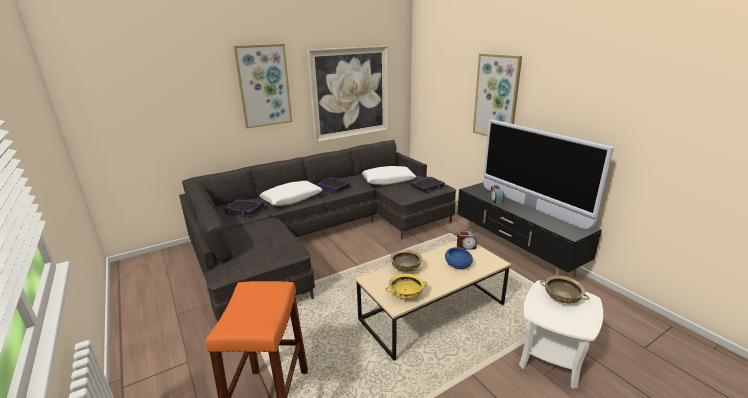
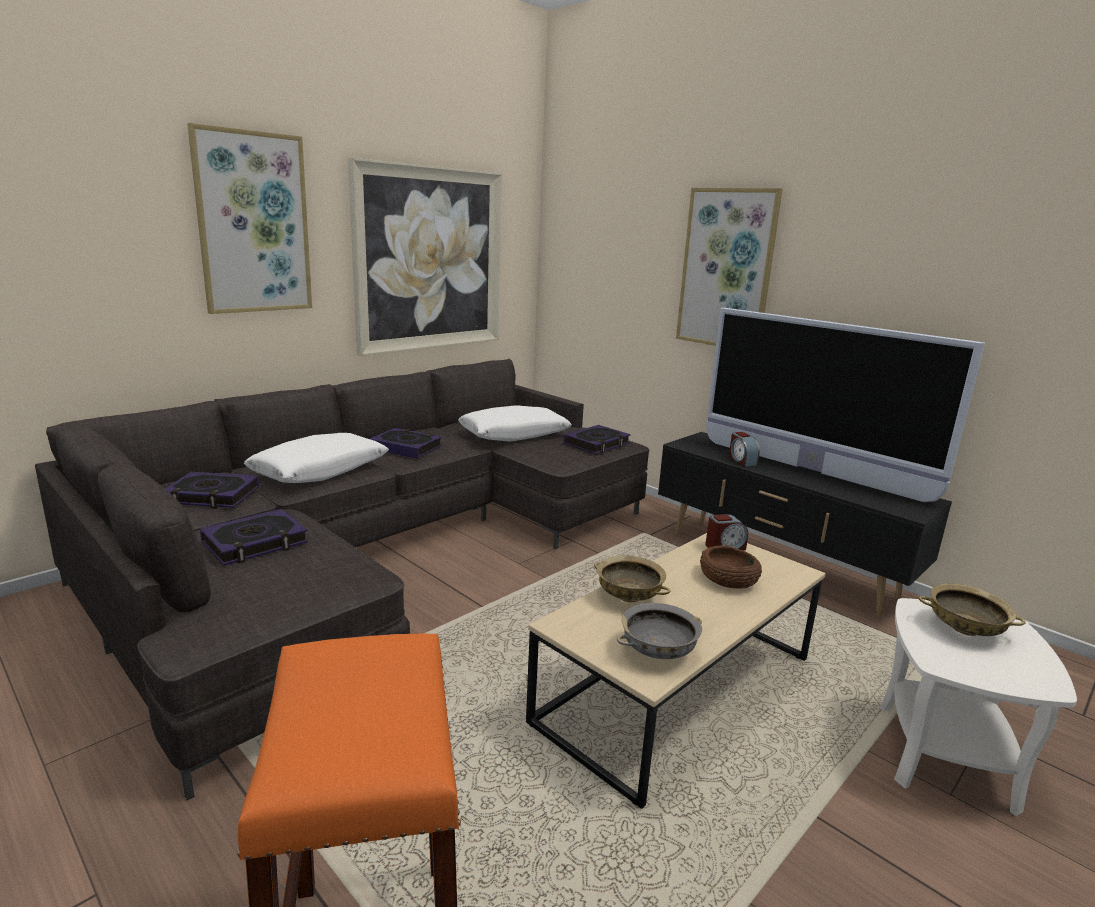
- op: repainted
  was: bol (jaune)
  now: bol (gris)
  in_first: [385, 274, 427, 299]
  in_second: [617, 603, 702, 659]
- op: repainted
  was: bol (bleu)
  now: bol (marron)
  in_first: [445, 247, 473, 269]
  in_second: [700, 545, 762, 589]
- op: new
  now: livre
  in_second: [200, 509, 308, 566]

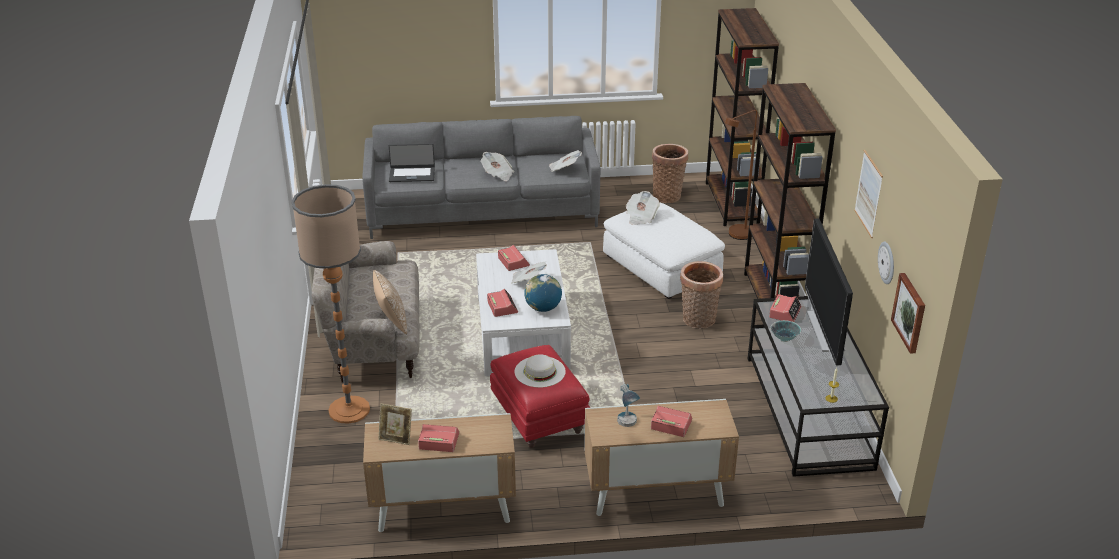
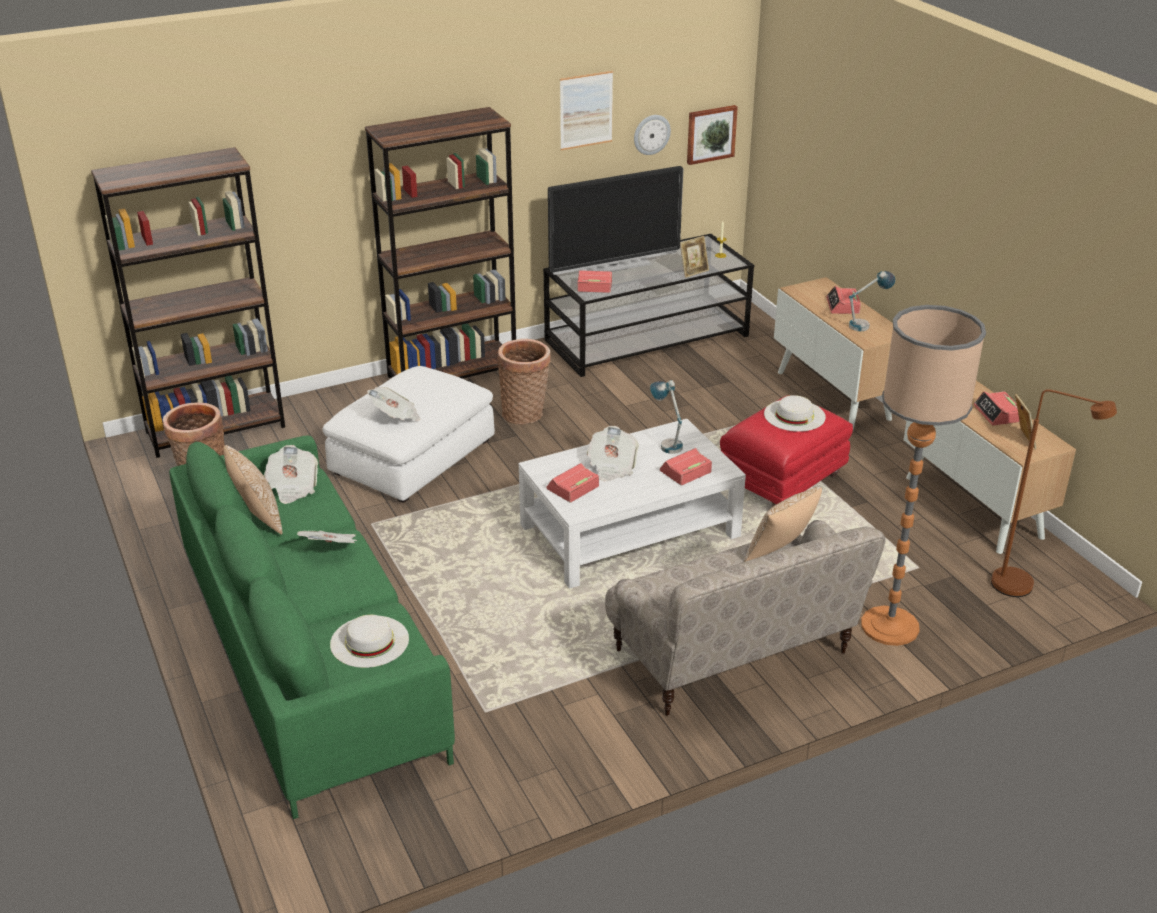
- op: repainted
  was: canapé (gris)
  now: canapé (vert)
  in_first: [362, 116, 600, 239]
  in_second: [169, 435, 455, 819]
- op: swapped
  was: ordinateur portable
  now: chapeau (blanc)
  in_first: [389, 144, 435, 182]
  in_second: [330, 615, 409, 668]
- op: swapped
  was: globe
  now: lampe de table
  in_first: [524, 274, 562, 312]
  in_second: [650, 380, 683, 454]
- op: shifted
  was: lampadaire (marron)
  in_first: [725, 110, 757, 240]
  in_second: [991, 389, 1117, 597]
- op: gone
  was: bol
  in_first: [770, 320, 801, 342]
- op: new
  now: coussin
  in_second: [224, 445, 283, 535]
- op: new
  now: cadre photo
  in_second: [680, 236, 709, 278]

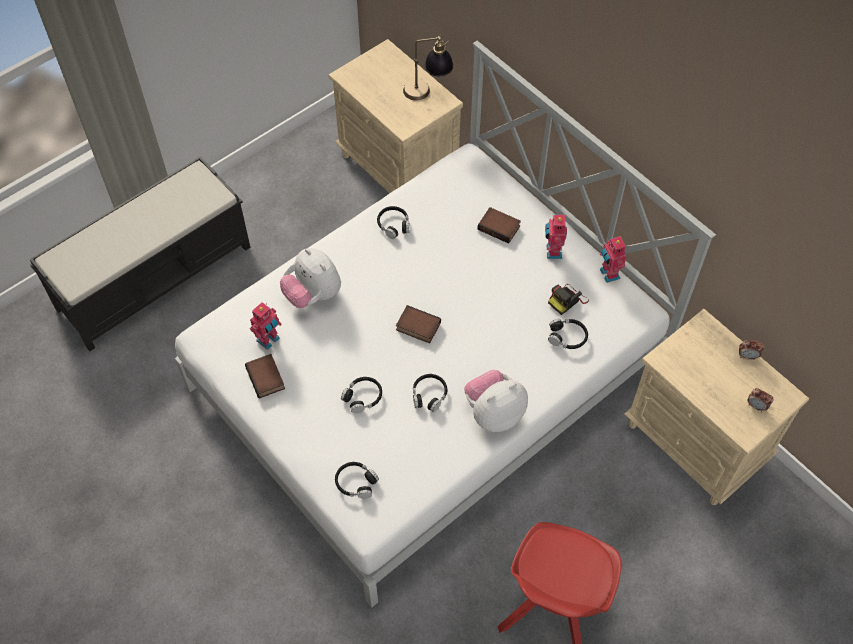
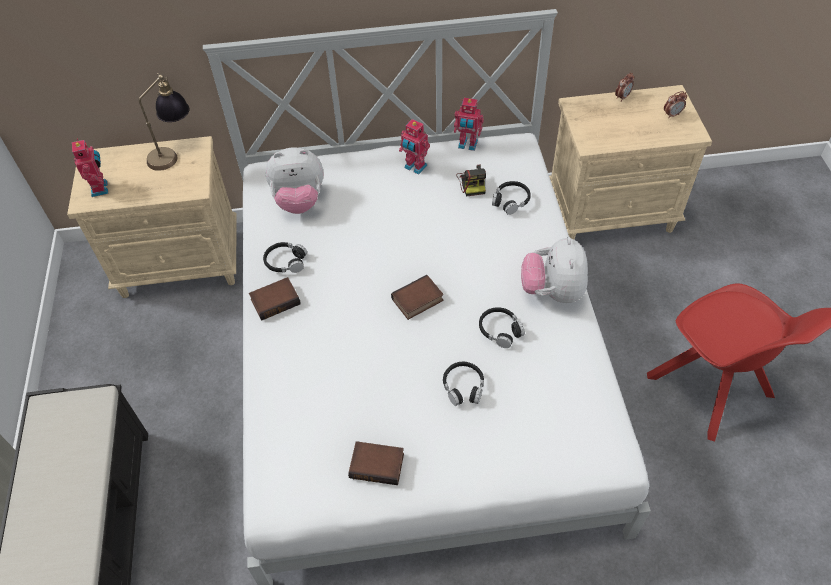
- op: shifted
  was: robot jouet
  in_first: [250, 302, 282, 350]
  in_second: [72, 139, 108, 197]
- op: shifted
  was: peluche
  in_first: [280, 248, 341, 308]
  in_second: [265, 147, 323, 214]
- op: gone
  was: casque audio (noir)
  in_first: [335, 462, 379, 499]
- op: shifted
  was: livre
  in_first: [477, 207, 521, 244]
  in_second: [249, 277, 301, 321]

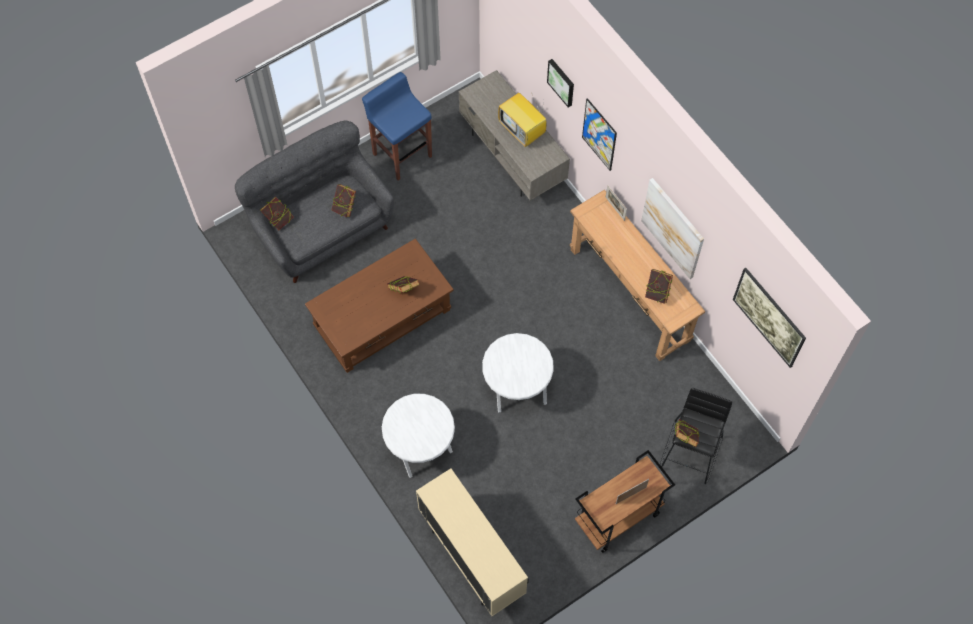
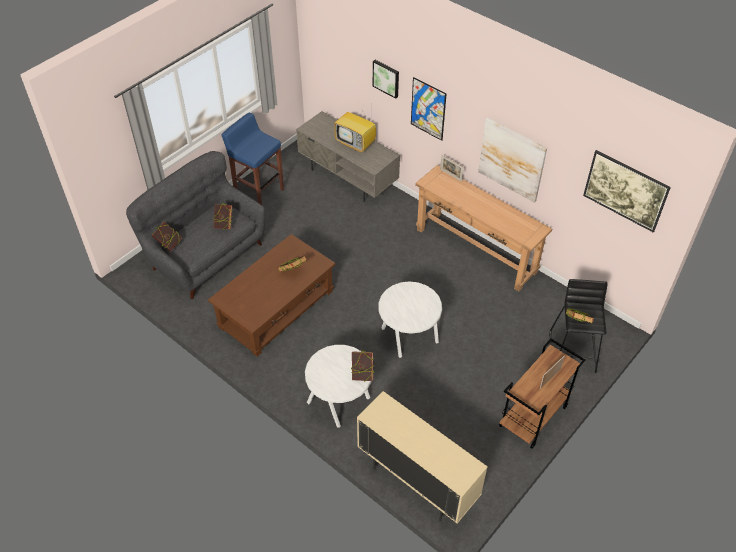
- op: shifted
  was: livre
  in_first: [645, 269, 673, 303]
  in_second: [351, 350, 374, 382]

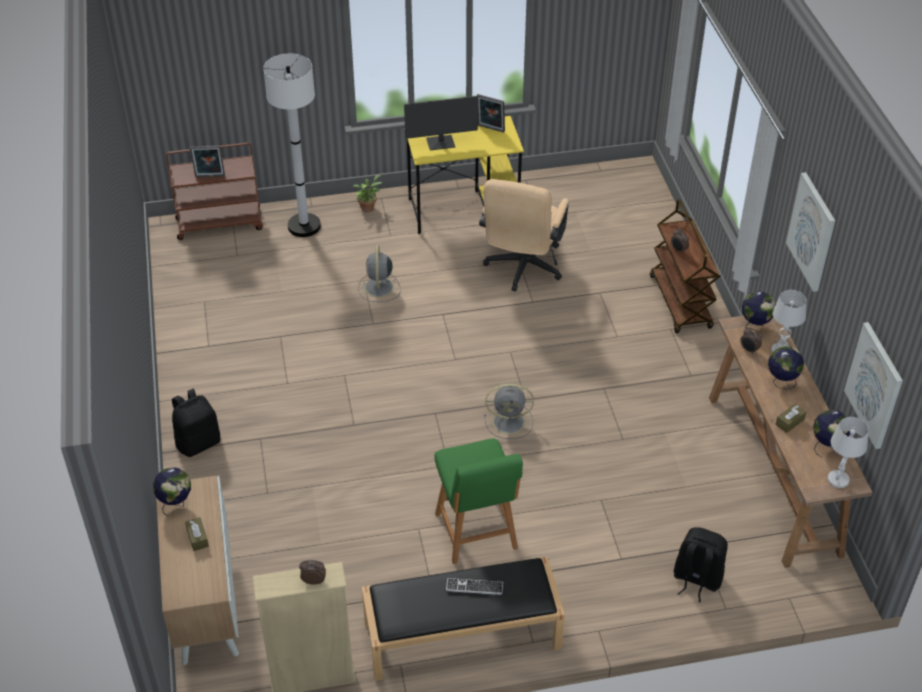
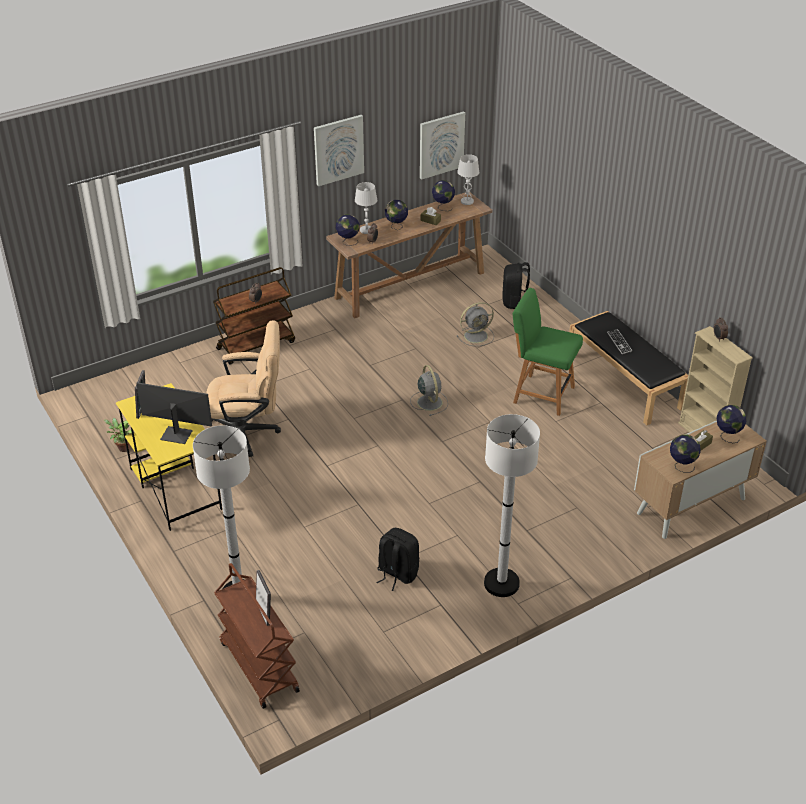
- op: shifted
  was: sac à dos (noir)
  in_first: [172, 389, 220, 457]
  in_second: [376, 528, 420, 591]
- op: shifted
  was: plante en pot
  in_first: [353, 175, 382, 213]
  in_second: [104, 418, 132, 452]
- op: shifted
  was: ventilateur (gris)
  in_first: [358, 245, 401, 302]
  in_second: [457, 302, 494, 346]
- op: rotated
  was: écran d'ordinateur
  in_first: [404, 96, 478, 151]
  in_second: [136, 382, 212, 444]
  clockwise: -45
- op: rotated
  was: chaise (vert)
  in_first: [435, 439, 523, 564]
  in_second: [513, 288, 583, 416]
  clockwise: -120
- op: new
  now: lampadaire (blanc)
  in_second: [484, 414, 540, 597]
- op: new
  now: globe
  in_second: [717, 405, 746, 443]

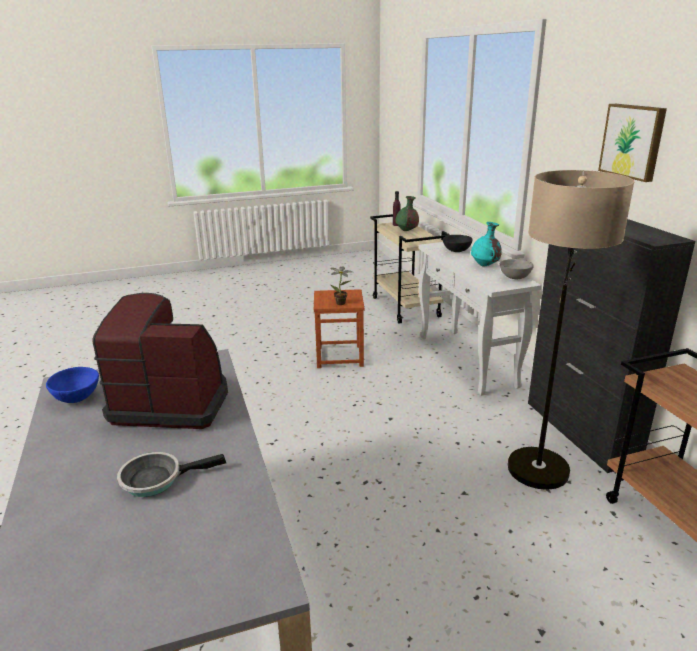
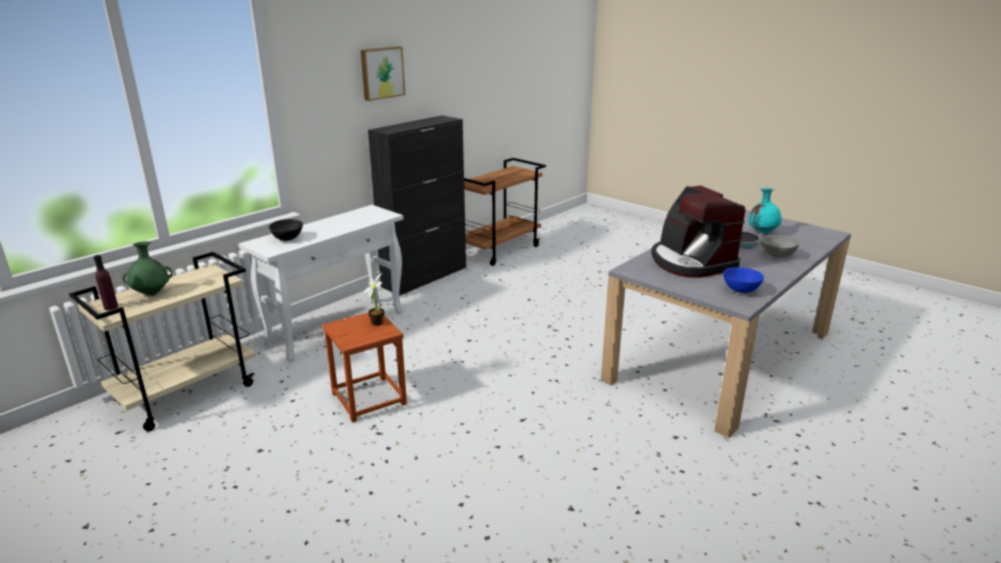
- op: shifted
  was: vase (turquoise)
  in_first: [471, 222, 502, 267]
  in_second: [749, 188, 782, 234]
- op: shifted
  was: bol (gris)
  in_first: [500, 259, 534, 279]
  in_second: [761, 235, 799, 257]
- op: gone
  was: lampadaire
  in_first: [508, 170, 634, 490]

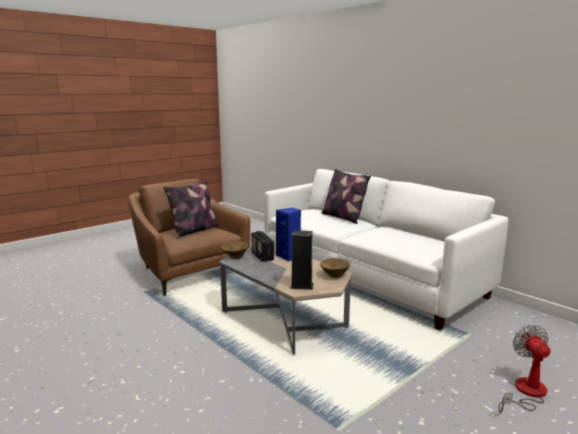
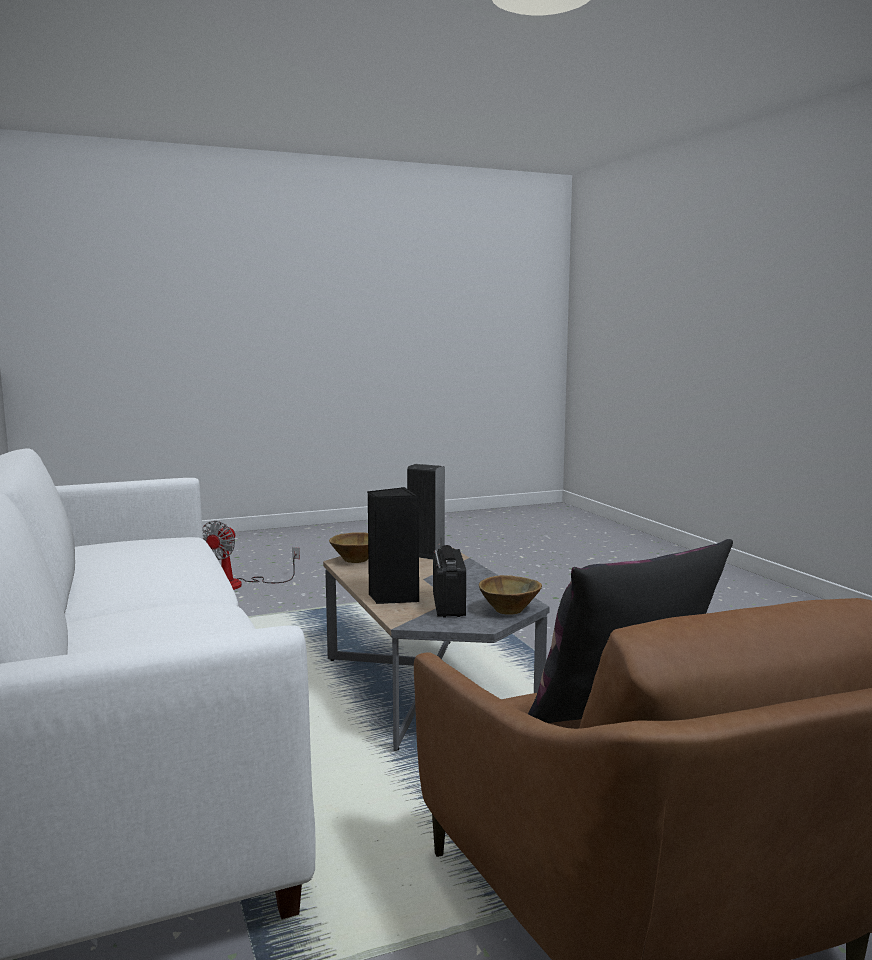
- op: repainted
  was: enceinte (bleu)
  now: enceinte (noir)
  in_first: [276, 208, 301, 261]
  in_second: [368, 487, 419, 604]
- op: gone
  was: coussin
  in_first: [322, 169, 371, 224]

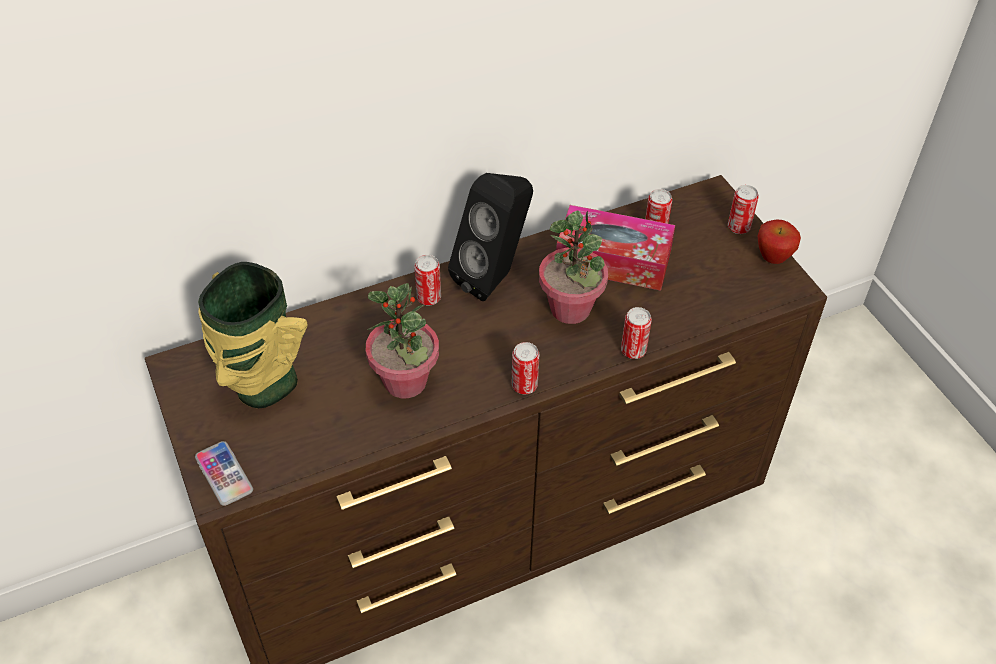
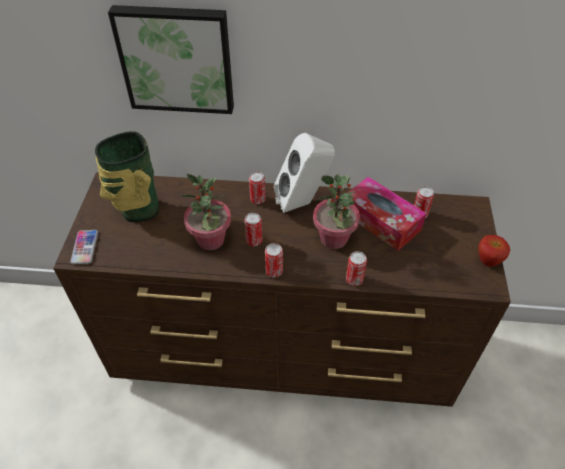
- op: repainted
  was: enceinte (noir)
  now: enceinte (blanc)
  in_first: [448, 173, 533, 301]
  in_second: [274, 133, 335, 213]
- op: shifted
  was: boîte métallique
  in_first: [728, 185, 759, 234]
  in_second: [244, 213, 262, 246]
- op: new
  now: tableau
  in_second: [108, 5, 234, 114]

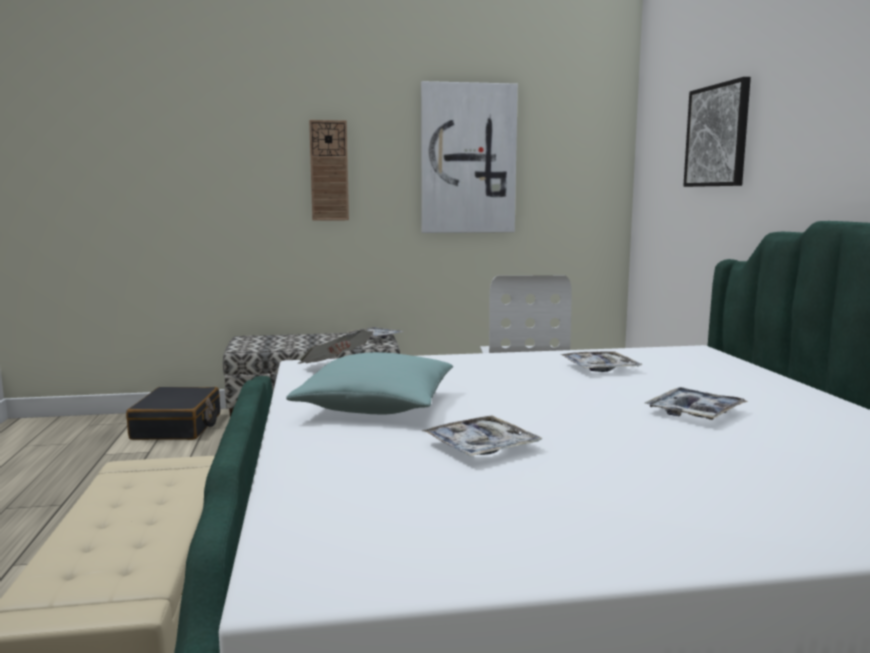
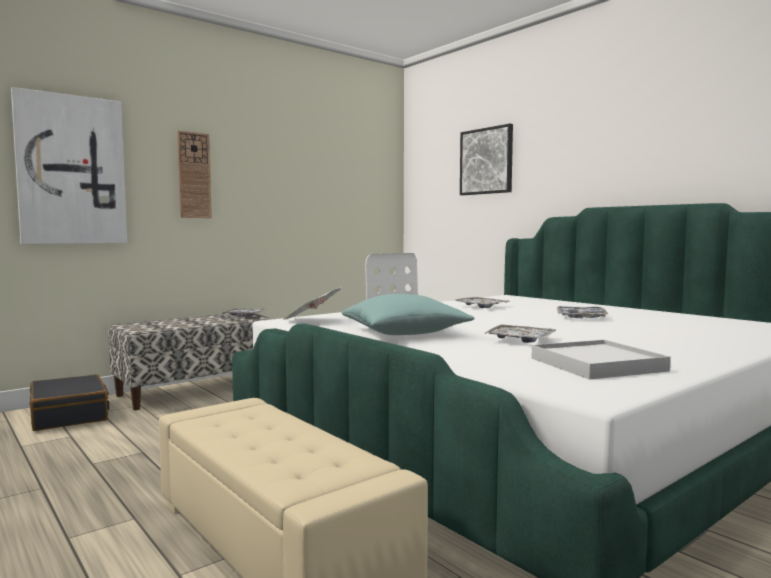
- op: shifted
  was: tableau
  in_first: [421, 81, 518, 233]
  in_second: [11, 87, 127, 244]
- op: new
  now: plateau (blanc)
  in_second: [532, 340, 671, 380]

